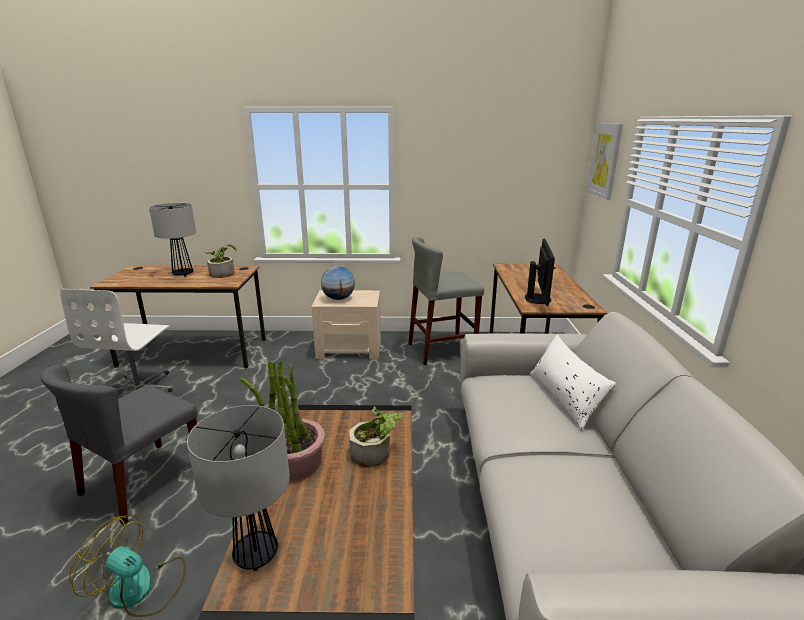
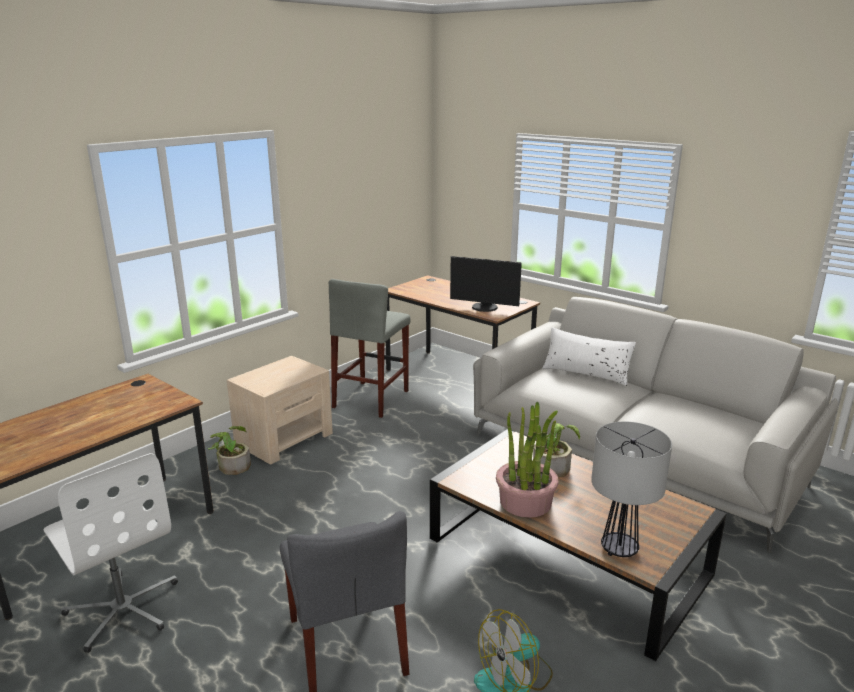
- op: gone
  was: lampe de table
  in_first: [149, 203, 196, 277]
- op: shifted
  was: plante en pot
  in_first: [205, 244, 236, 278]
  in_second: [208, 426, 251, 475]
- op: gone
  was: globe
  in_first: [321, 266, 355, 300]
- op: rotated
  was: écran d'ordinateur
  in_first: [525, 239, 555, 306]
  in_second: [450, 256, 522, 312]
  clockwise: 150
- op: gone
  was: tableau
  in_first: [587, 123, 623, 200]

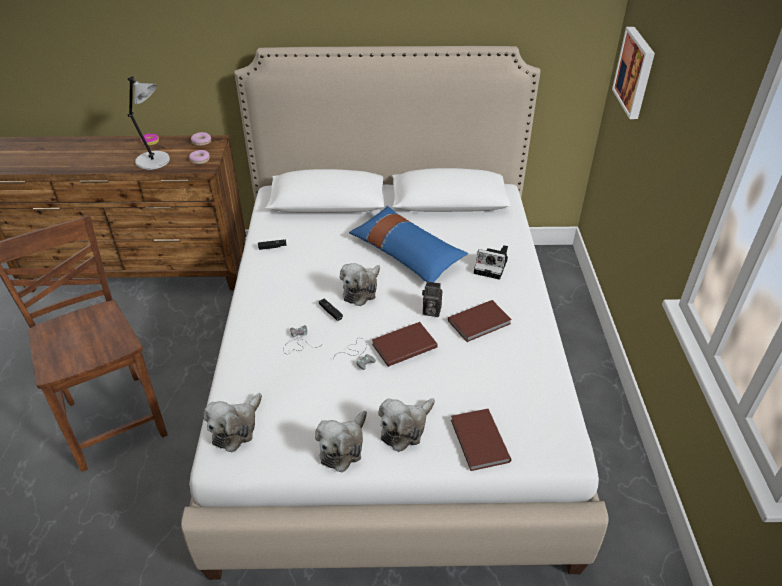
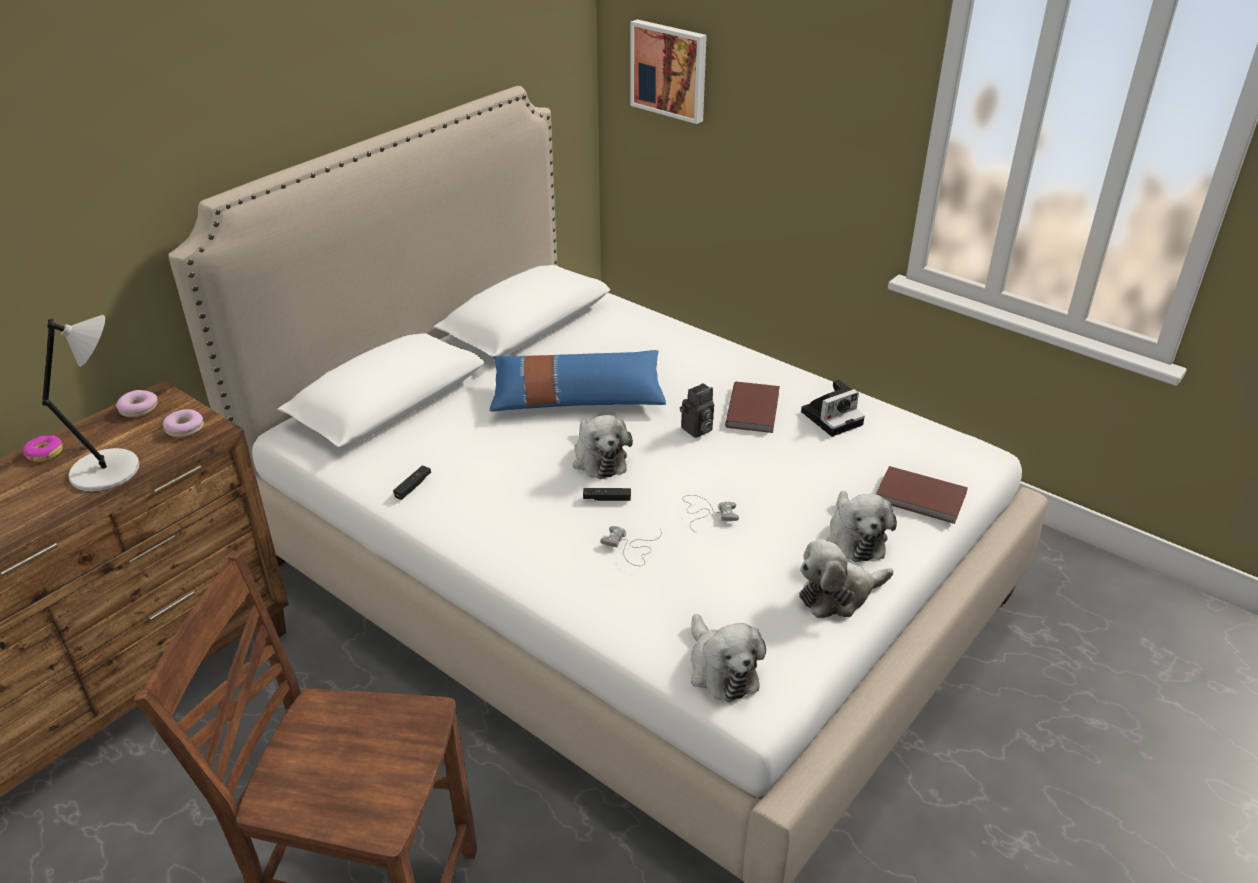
- op: rotated
  was: peluche
  in_first: [315, 410, 367, 472]
  in_second: [799, 539, 894, 618]
  clockwise: 90
- op: gone
  was: livre (marron)
  in_first: [372, 322, 438, 367]
- op: shifted
  was: appareil photo
  in_first: [474, 245, 508, 280]
  in_second: [801, 379, 865, 437]

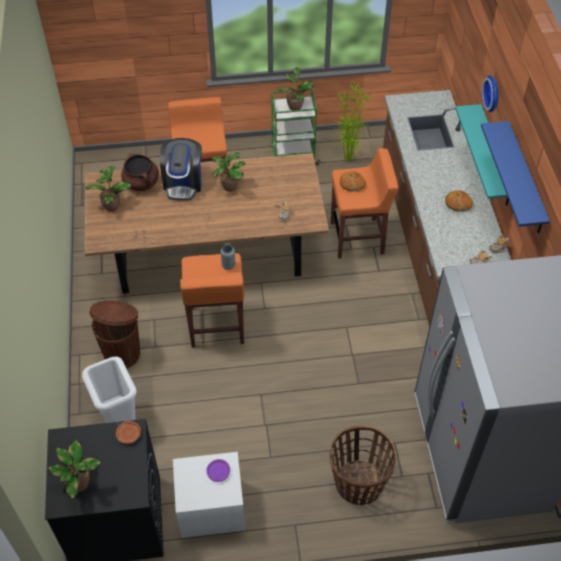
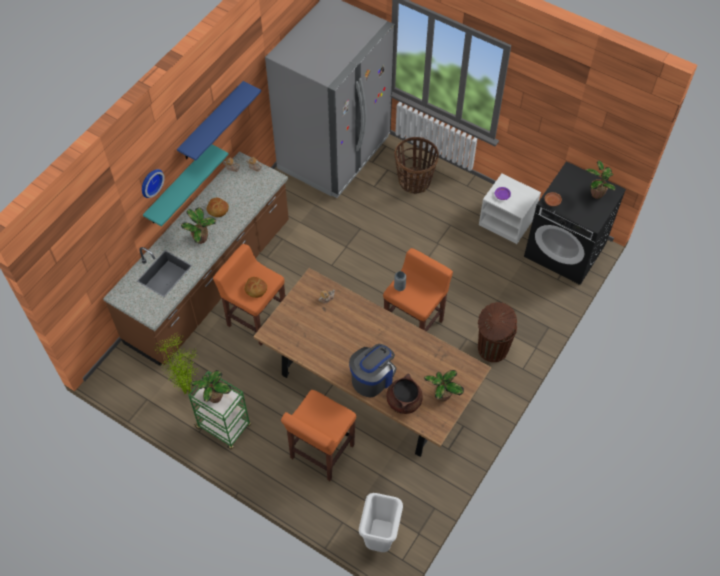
- op: shifted
  was: poubelle (blanc)
  in_first: [82, 357, 137, 423]
  in_second: [359, 493, 403, 552]
- op: shifted
  was: plante en pot
  in_first: [212, 152, 245, 192]
  in_second: [181, 207, 216, 244]

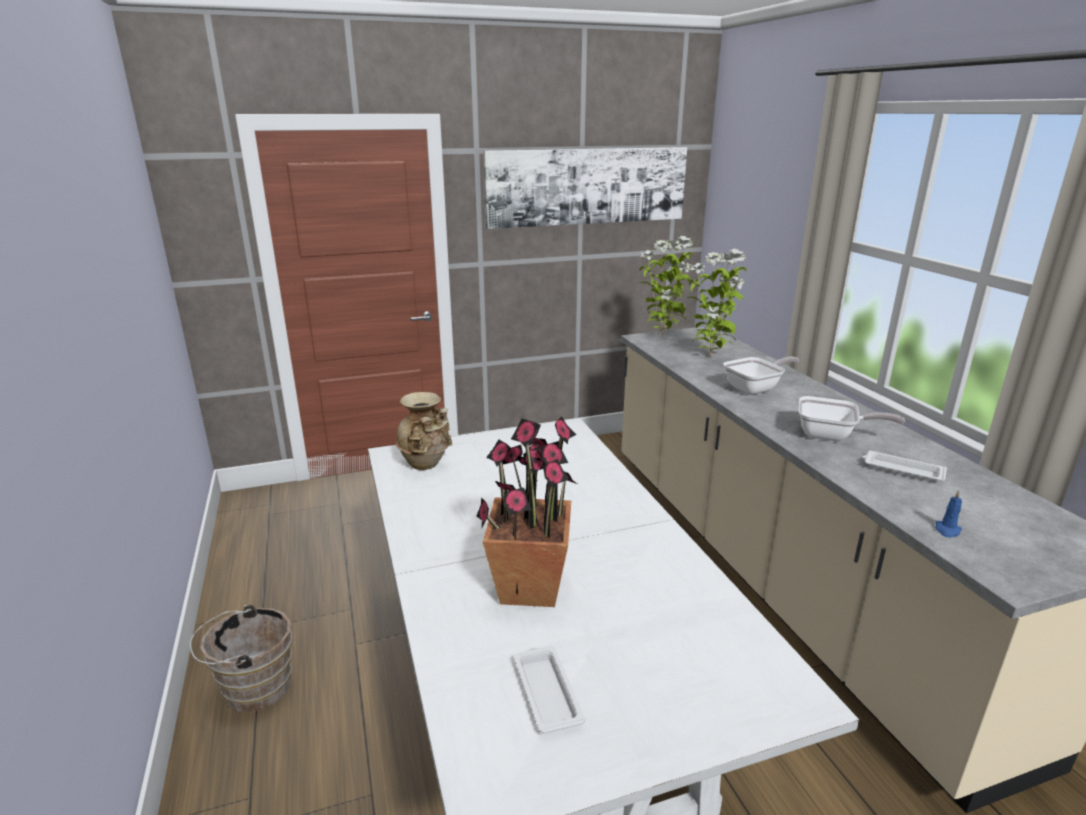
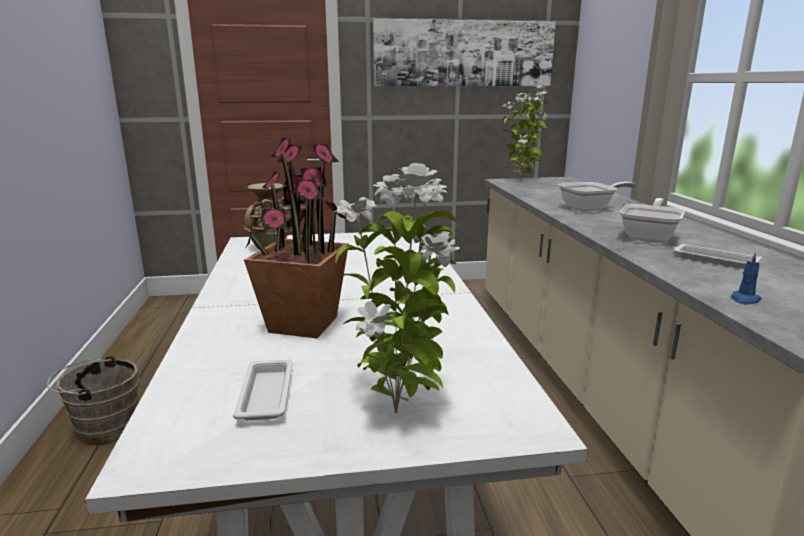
- op: shifted
  was: plante en pot
  in_first: [687, 249, 747, 358]
  in_second: [335, 163, 460, 413]
- op: rotated
  was: poêle
  in_first: [799, 396, 905, 441]
  in_second: [620, 198, 685, 243]
  clockwise: -90

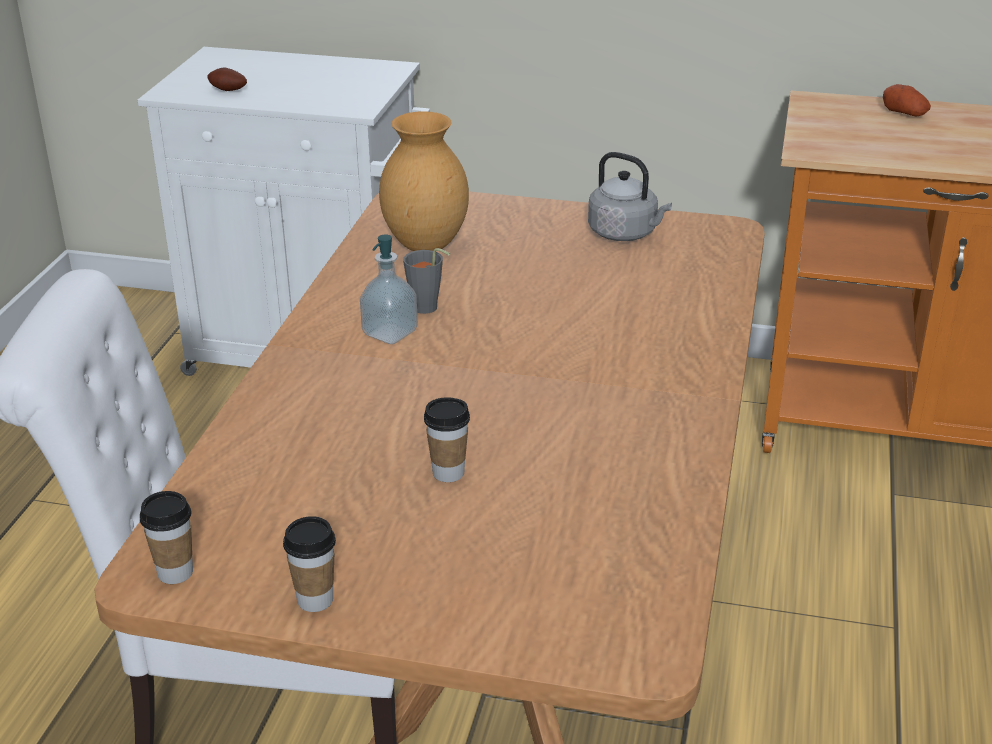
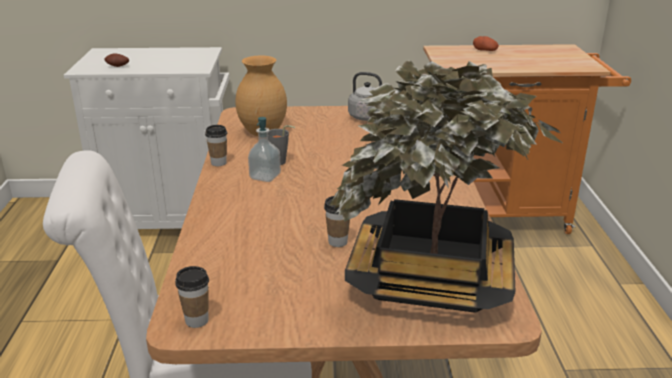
- op: shifted
  was: tasse
  in_first: [283, 516, 336, 612]
  in_second: [205, 125, 227, 166]
- op: new
  now: plante en pot
  in_second: [330, 60, 564, 313]

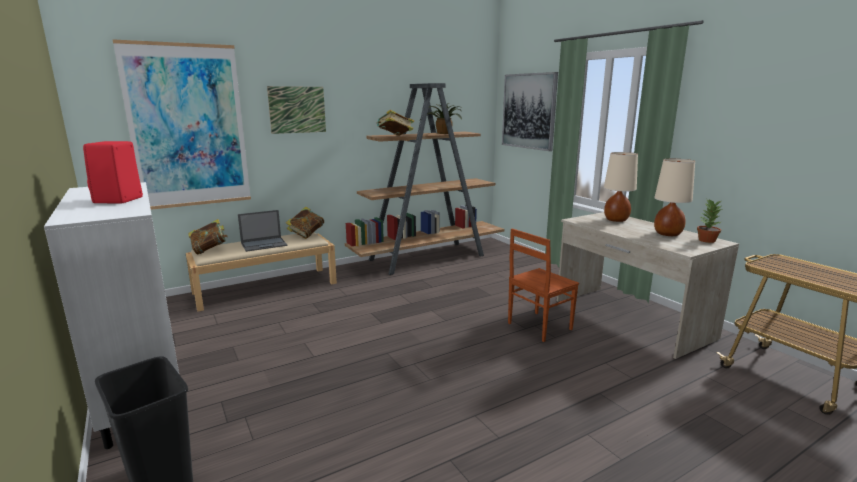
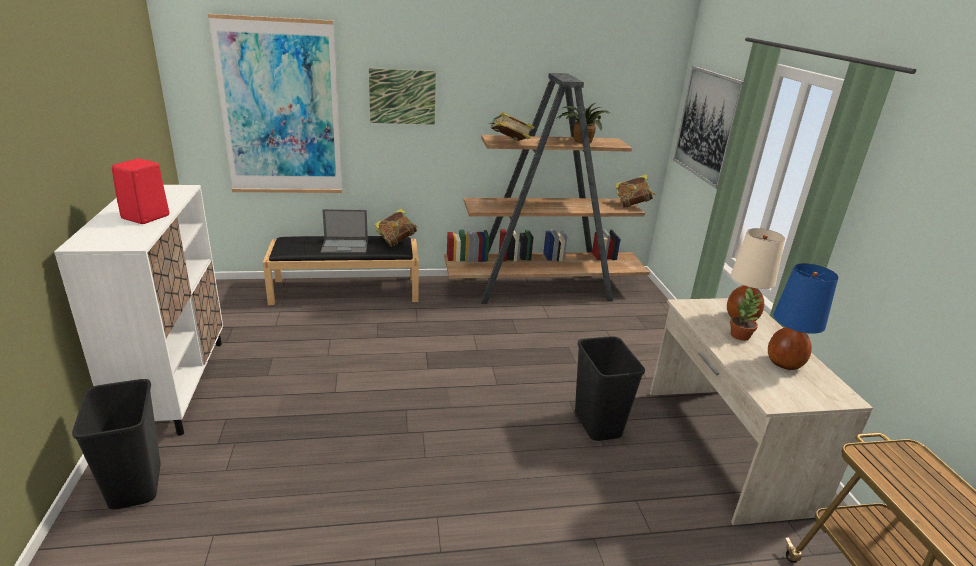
- op: repainted
  was: banc (beige)
  now: banc (noir)
  in_first: [186, 232, 337, 312]
  in_second: [263, 236, 419, 305]
- op: shifted
  was: livre
  in_first: [188, 219, 227, 255]
  in_second: [615, 175, 655, 208]
- op: swapped
  was: chaise (marron)
  now: poubelle (noir)
  in_first: [508, 229, 579, 342]
  in_second: [575, 336, 645, 441]
- op: repainted
  was: lampe de table (beige)
  now: lampe de table (bleu)
  in_first: [654, 159, 695, 236]
  in_second: [768, 263, 838, 370]
- op: shifted
  was: plante en pot
  in_first: [697, 200, 723, 243]
  in_second: [730, 288, 764, 341]

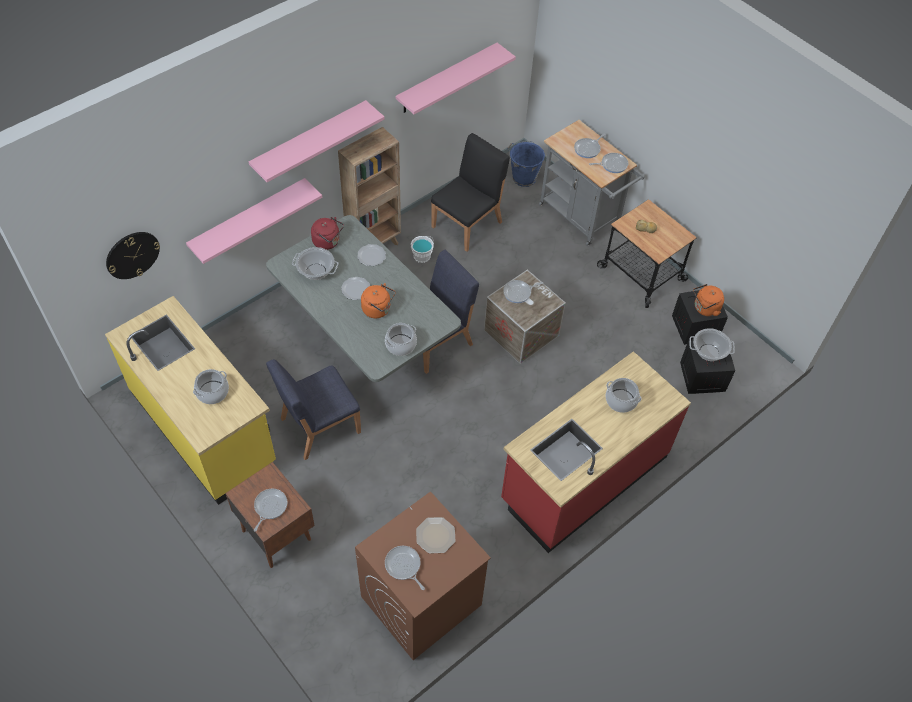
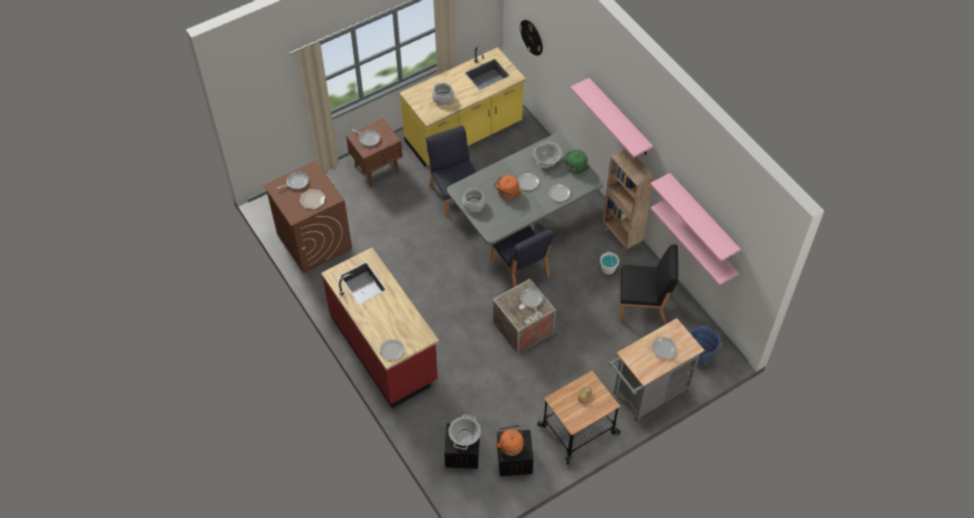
- op: shifted
  was: étagère (rose)
  in_first: [186, 178, 322, 264]
  in_second: [650, 200, 739, 285]
- op: repainted
  was: bouilloire (rouge)
  now: bouilloire (vert)
  in_first: [311, 217, 344, 250]
  in_second: [563, 150, 590, 174]
- op: rotated
  was: chaise (noir)
  in_first: [431, 133, 510, 252]
  in_second: [619, 245, 678, 324]
  clockwise: -45
- op: gone
  was: poêle
  in_first: [589, 153, 628, 173]
- op: gone
  was: marmite
  in_first: [606, 378, 641, 413]
- op: new
  now: assiette
  in_second: [380, 339, 404, 360]

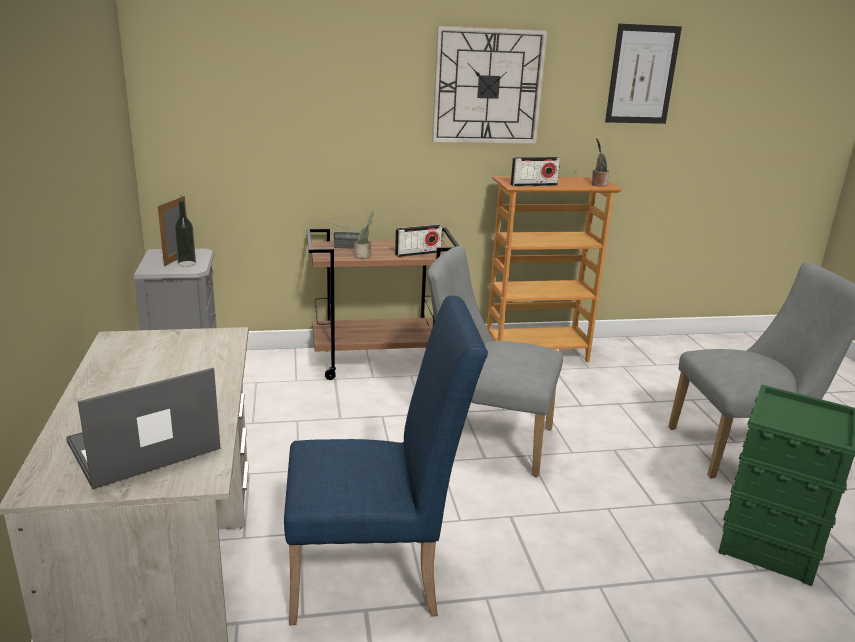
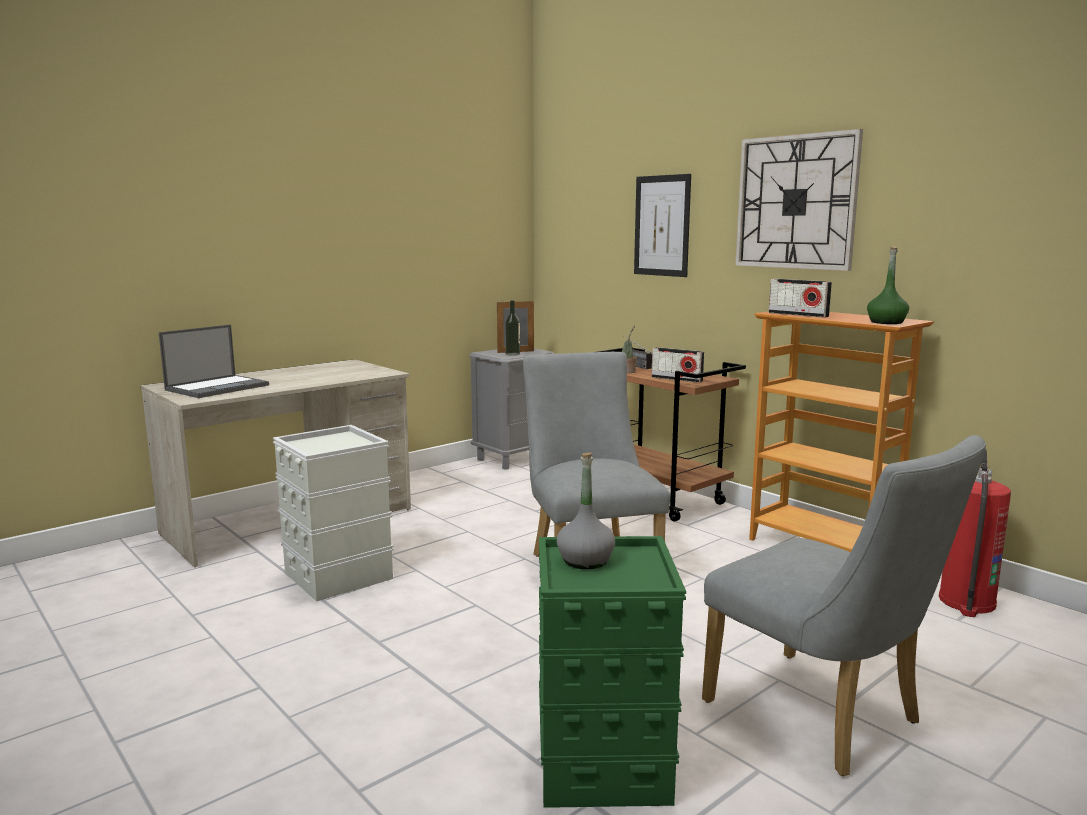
- op: rotated
  was: ordinateur portable
  in_first: [66, 368, 221, 489]
  in_second: [158, 325, 269, 398]
  clockwise: 105
- op: swapped
  was: chaise (bleu)
  now: boîte de rangement (gris)
  in_first: [284, 296, 488, 625]
  in_second: [273, 425, 394, 601]
- op: swapped
  was: plante en pot
  now: bouteille (vert)
  in_first: [592, 138, 609, 187]
  in_second: [867, 247, 909, 324]
- op: shifted
  was: tableau
  in_first: [605, 24, 682, 124]
  in_second: [634, 174, 691, 277]
- op: new
  now: bouteille (gris)
  in_second: [557, 452, 615, 569]
- op: new
  now: extincteur
  in_second: [939, 450, 1011, 617]

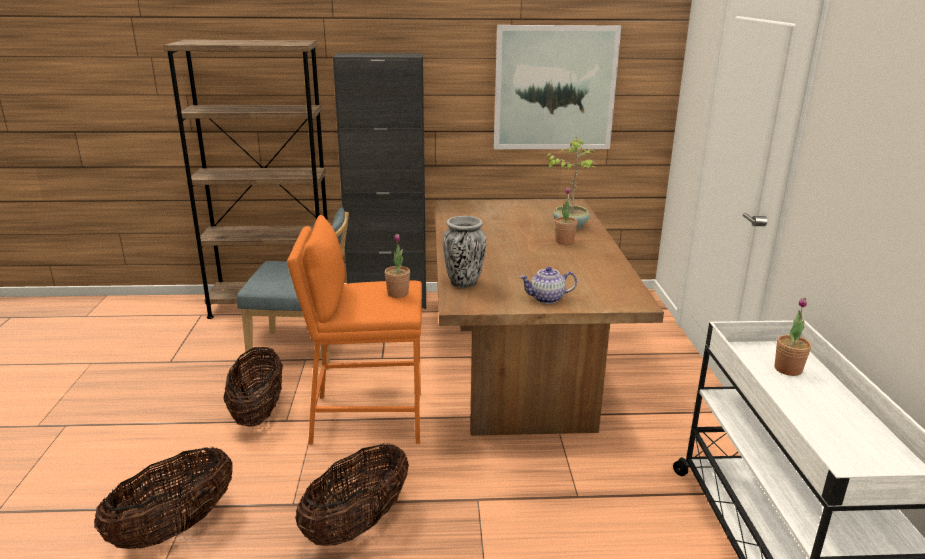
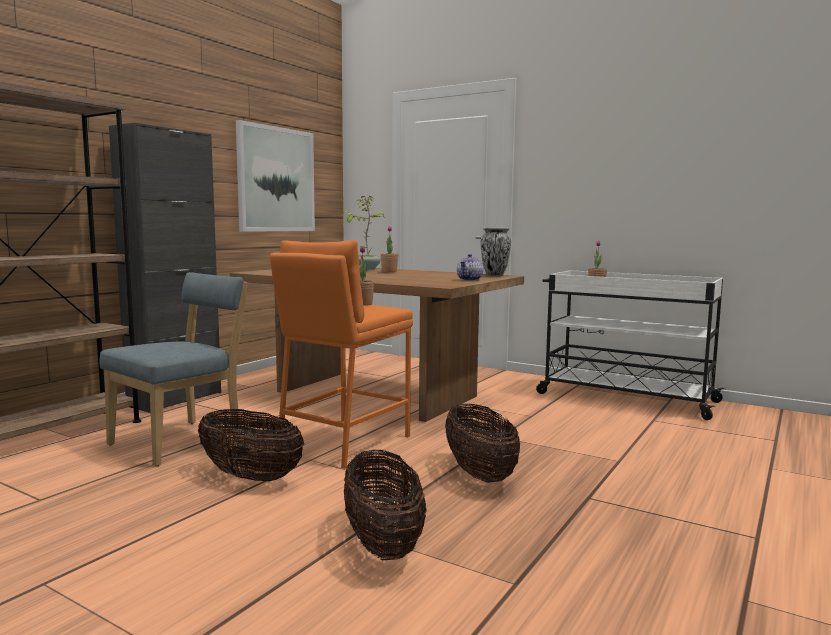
- op: shifted
  was: vase
  in_first: [443, 216, 486, 288]
  in_second: [480, 227, 511, 276]

